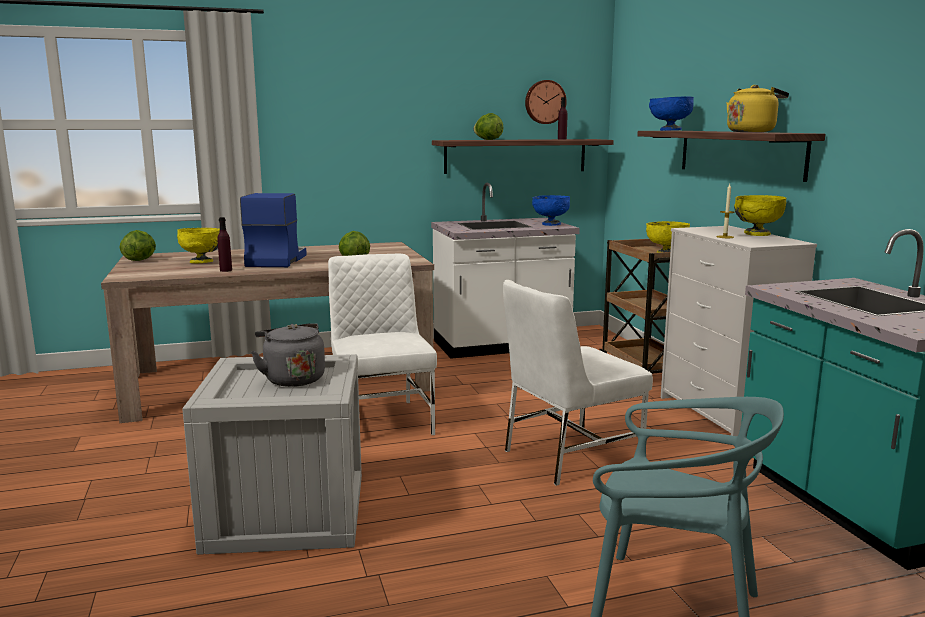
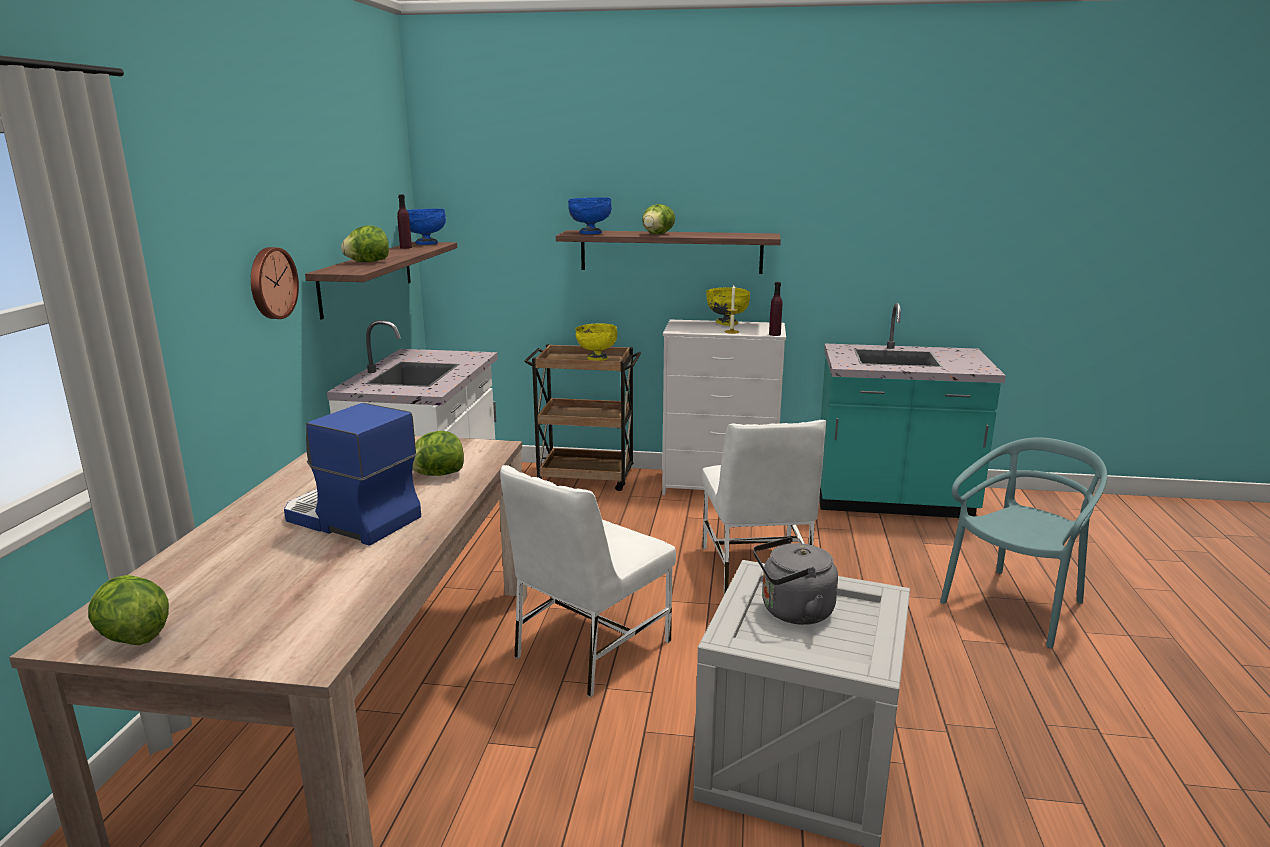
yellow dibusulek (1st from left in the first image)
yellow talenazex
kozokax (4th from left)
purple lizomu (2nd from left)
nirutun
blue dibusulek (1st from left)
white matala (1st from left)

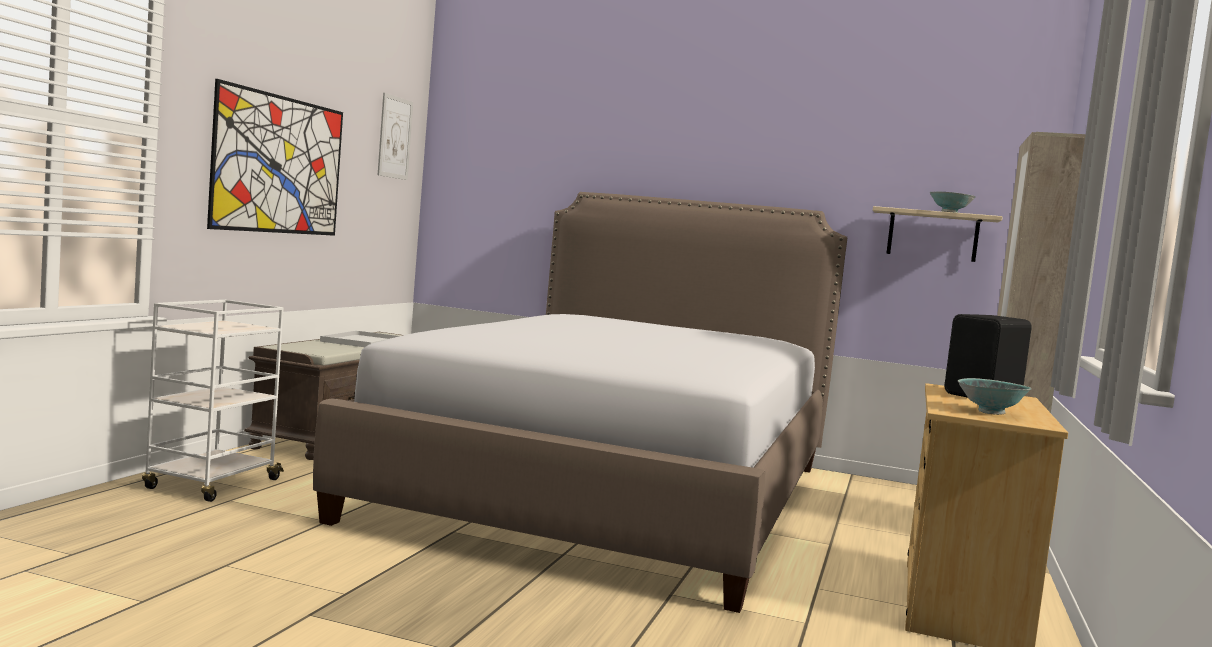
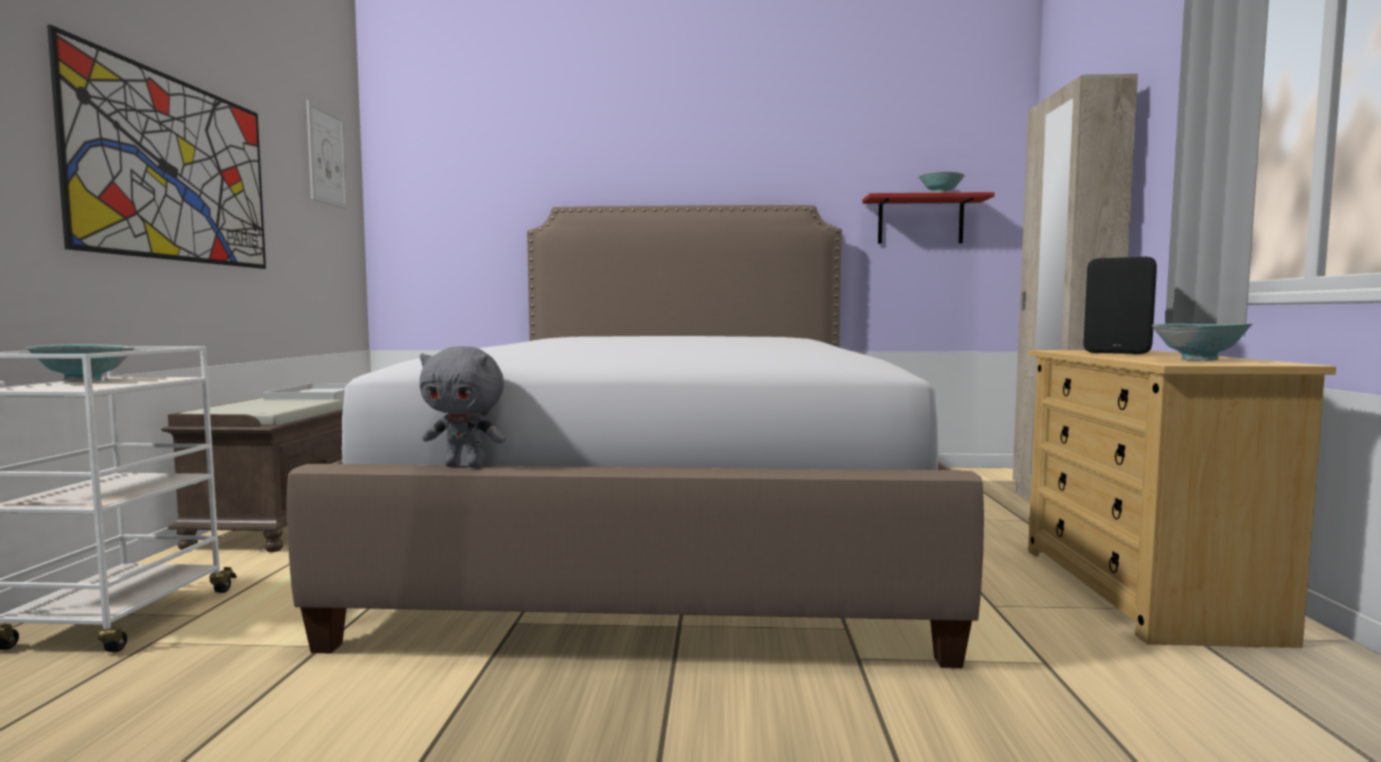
dibusulek (1st from left)
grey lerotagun
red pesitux

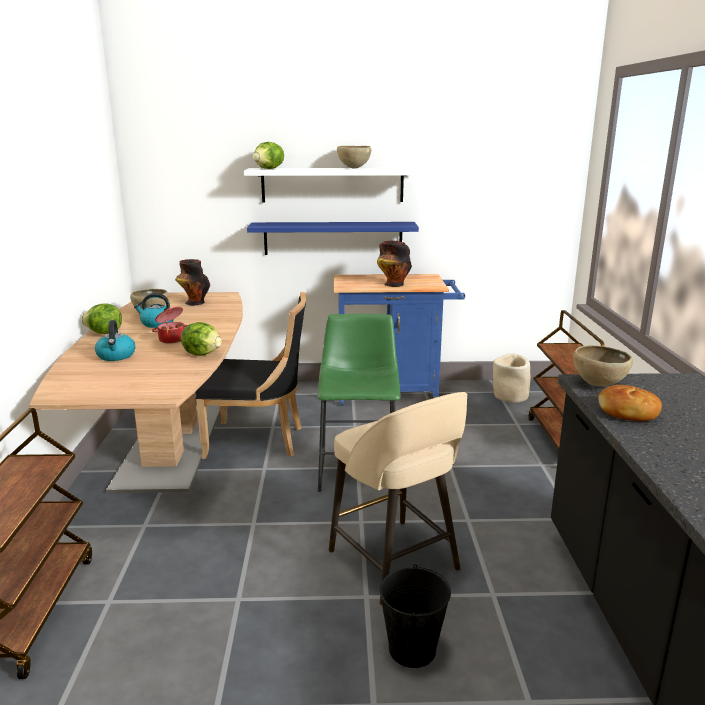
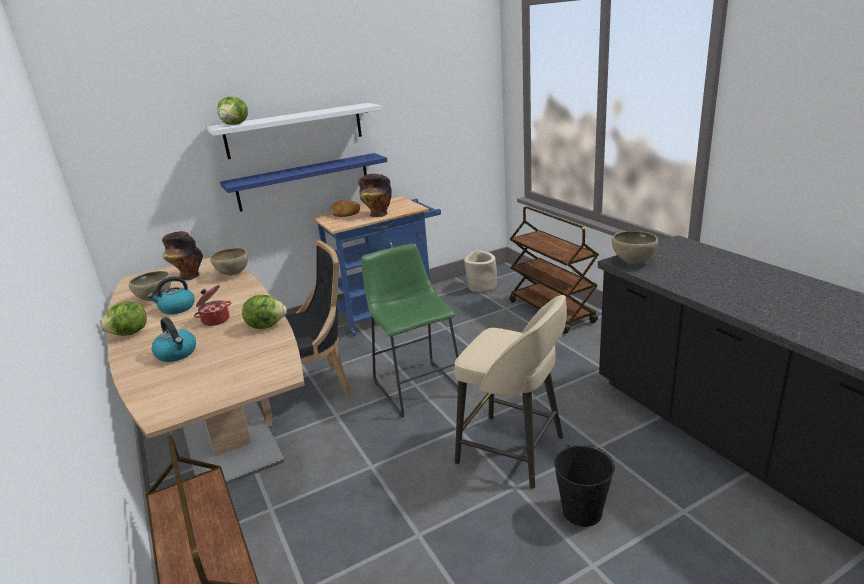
brown dibusulek (2nd from left)
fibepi

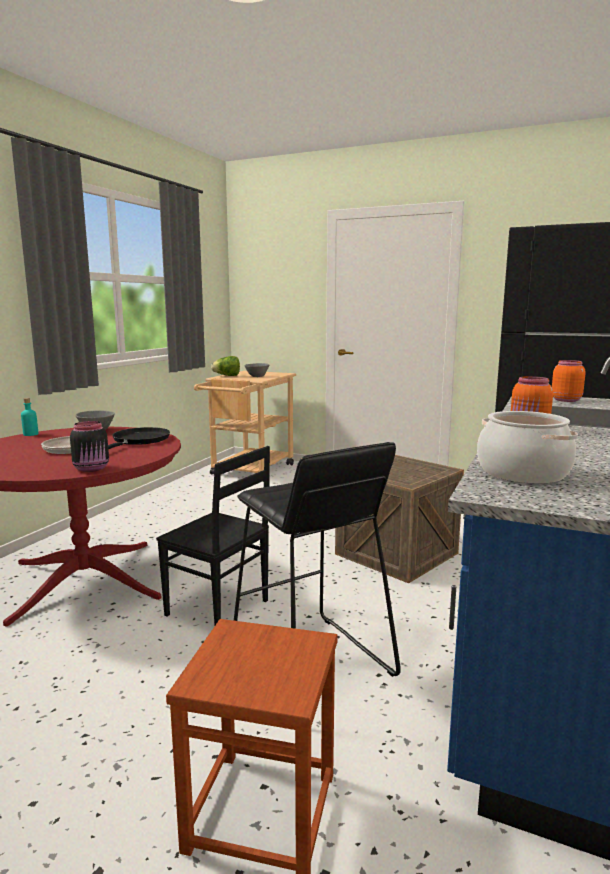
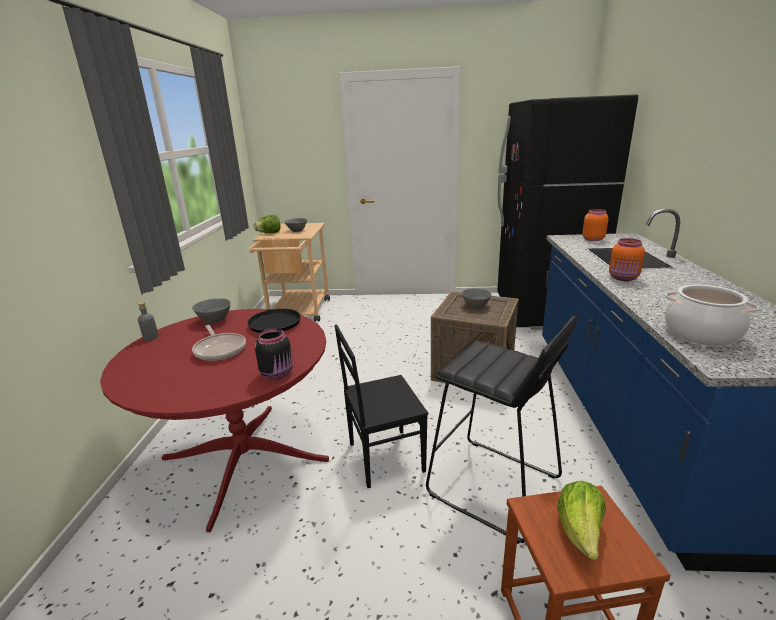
grey dibusulek (3rd from left)
kozokax (2nd from left)
grey lizomu
black matala

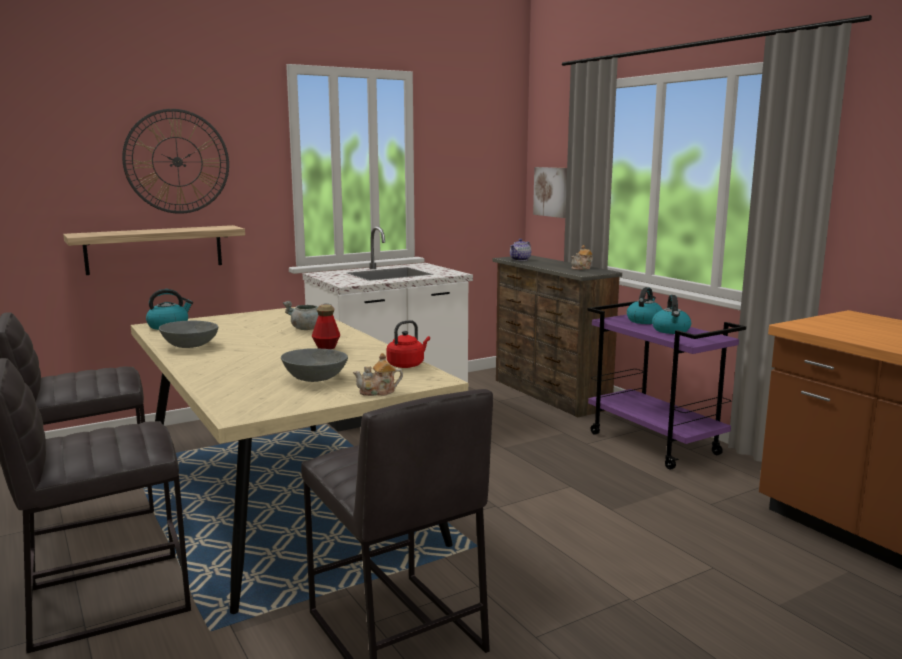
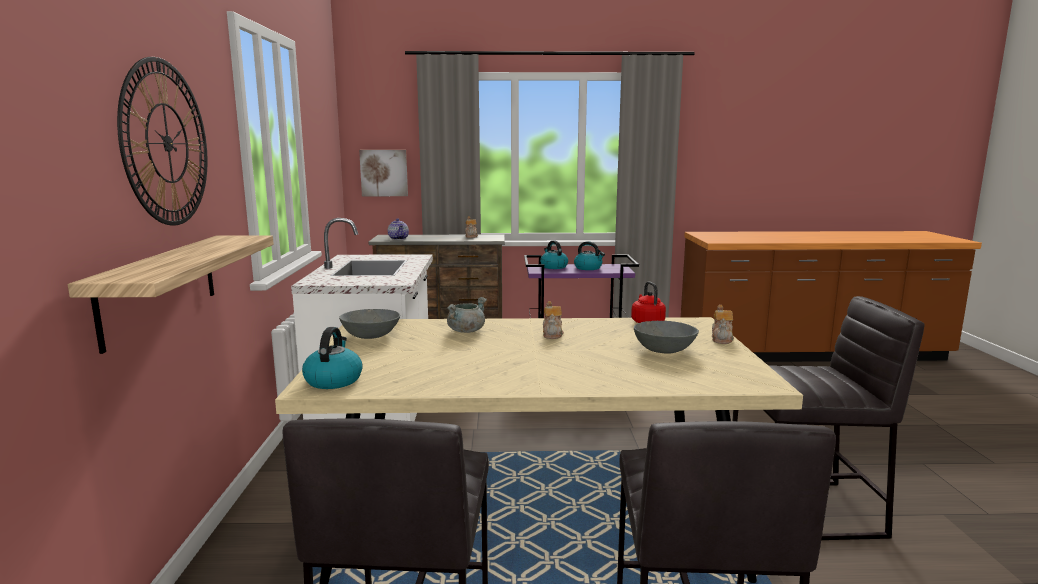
grey dibusulek (1st from left)
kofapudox (3rd from left)

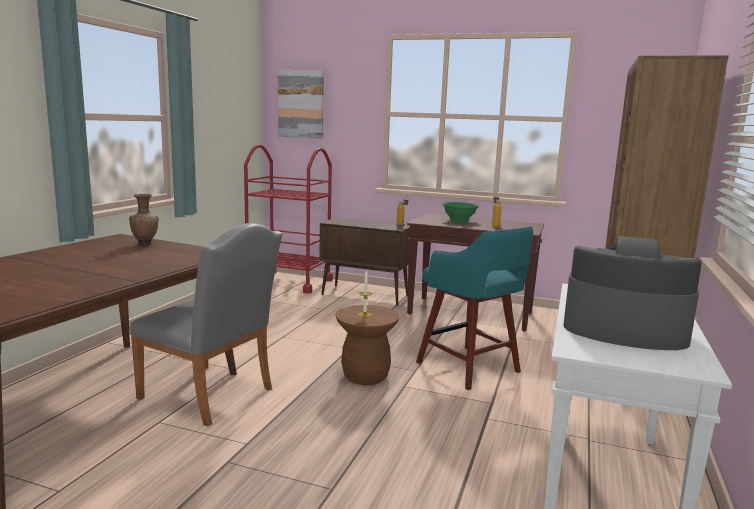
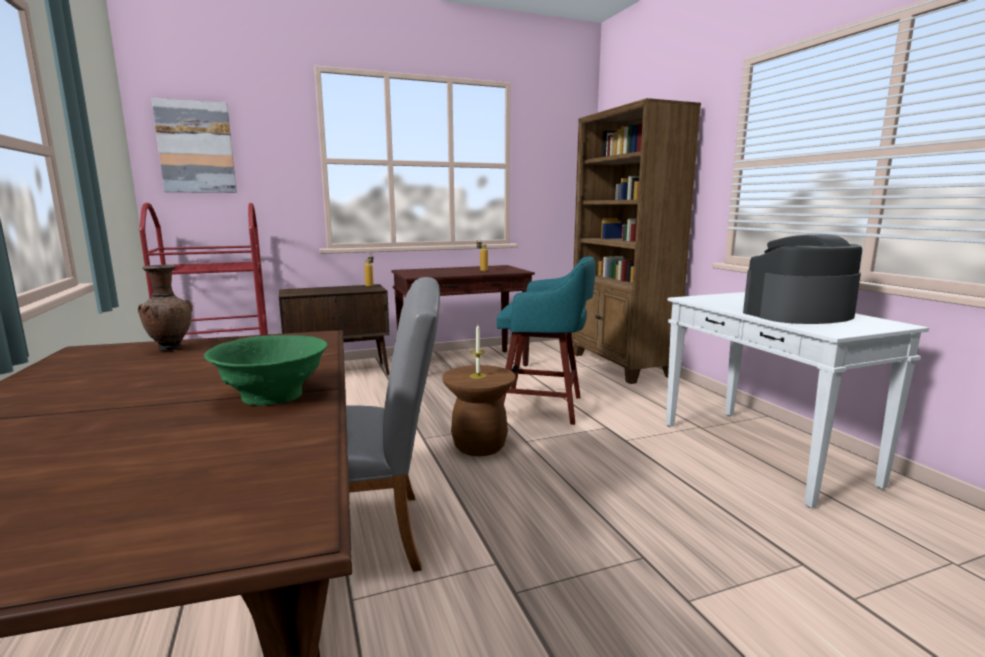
green dibusulek

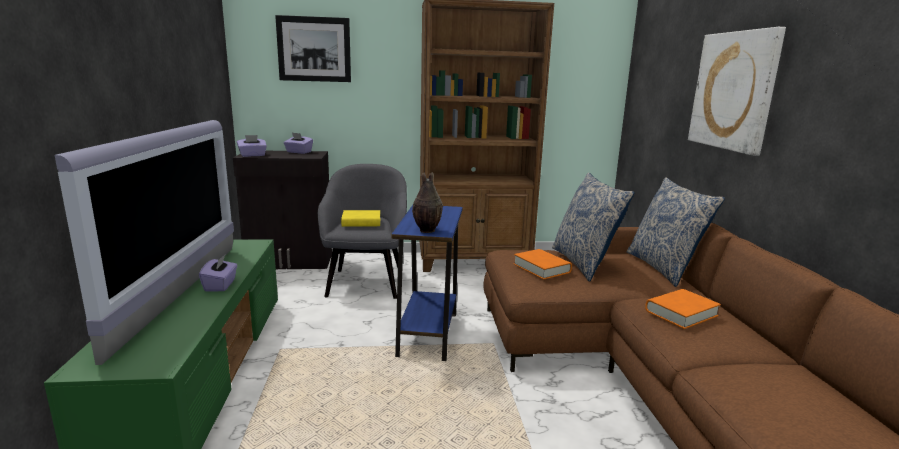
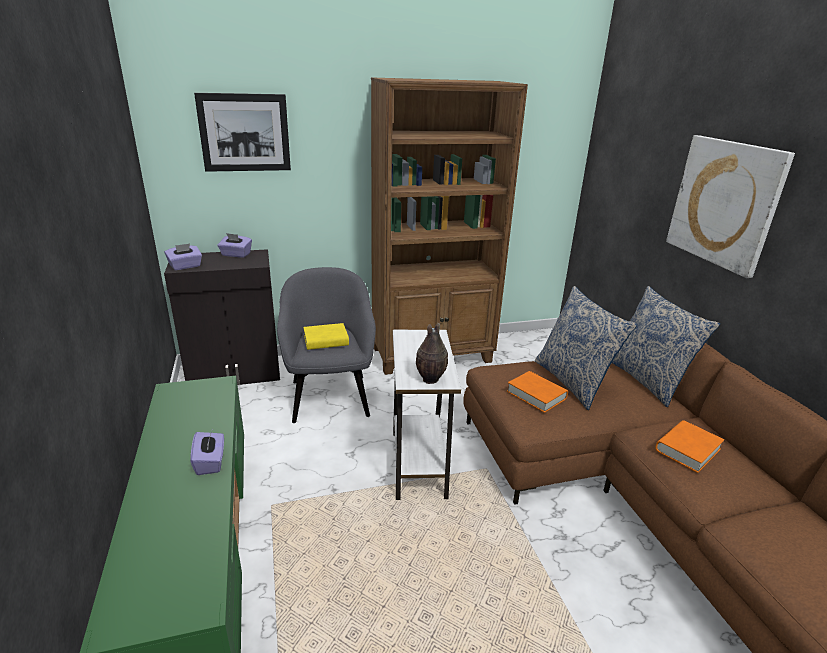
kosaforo
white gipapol

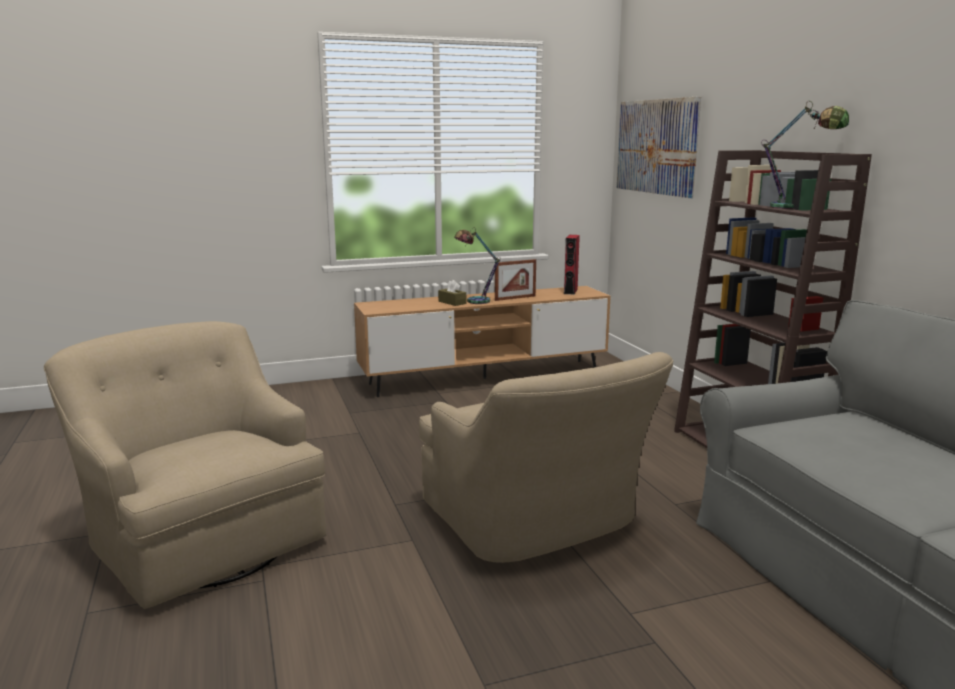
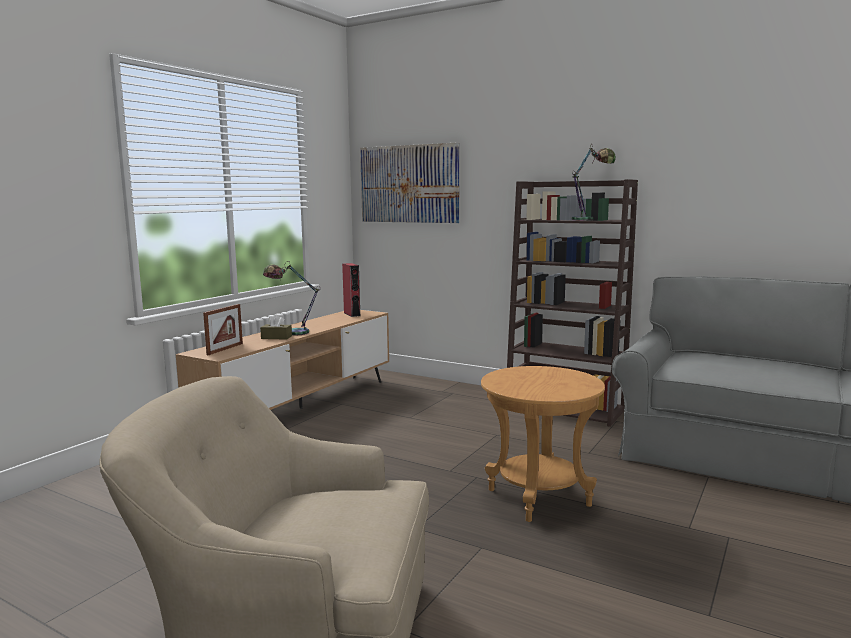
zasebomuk
brown gipapol

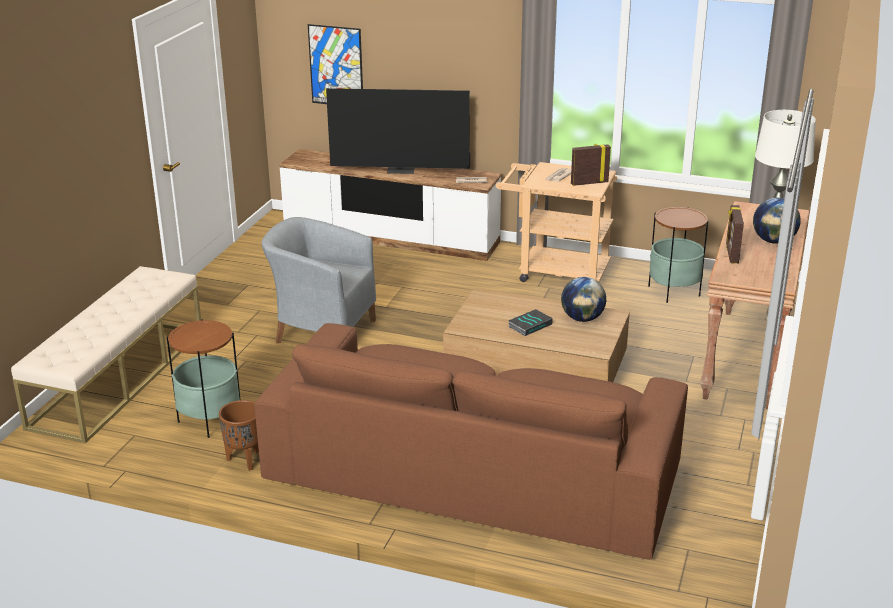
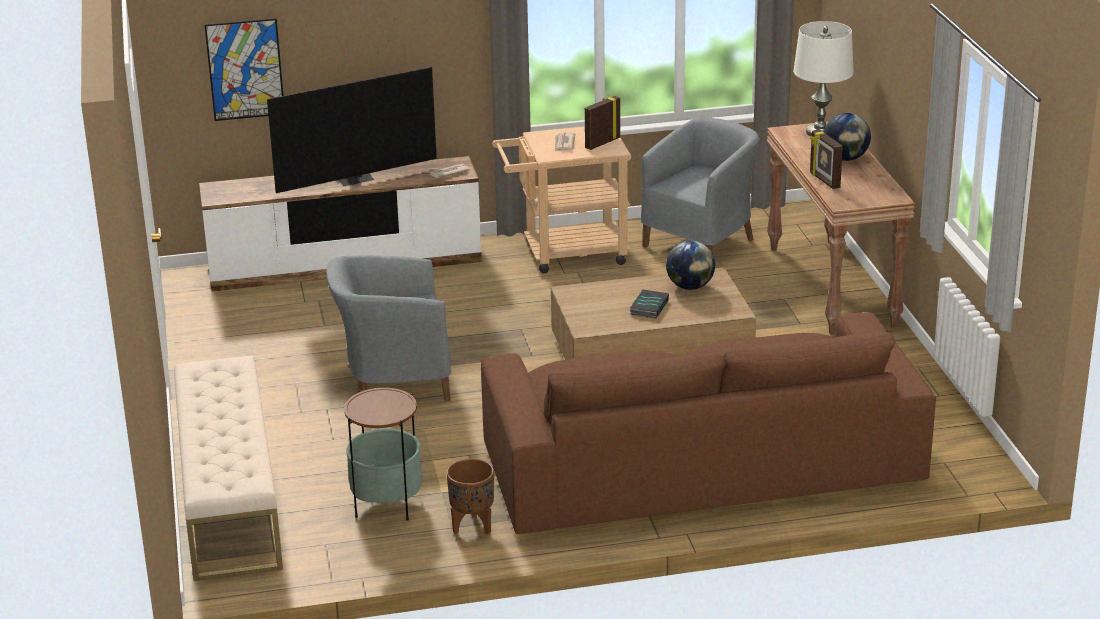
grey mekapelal (2nd from left)

